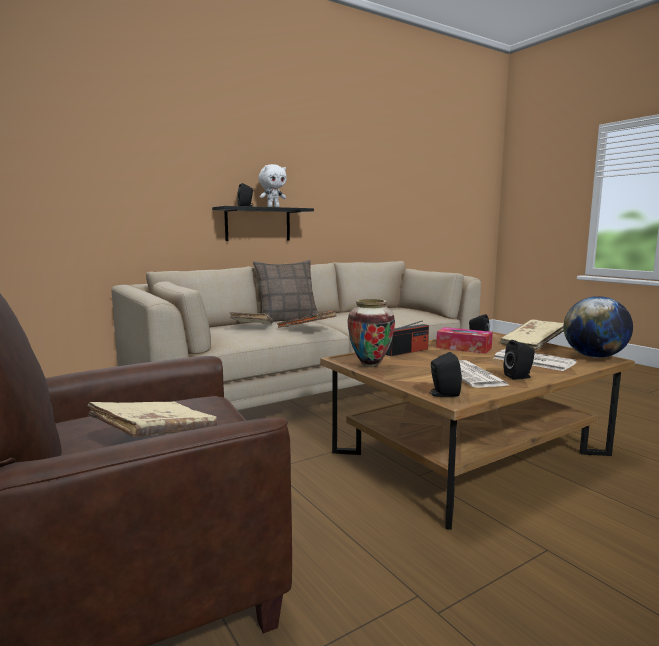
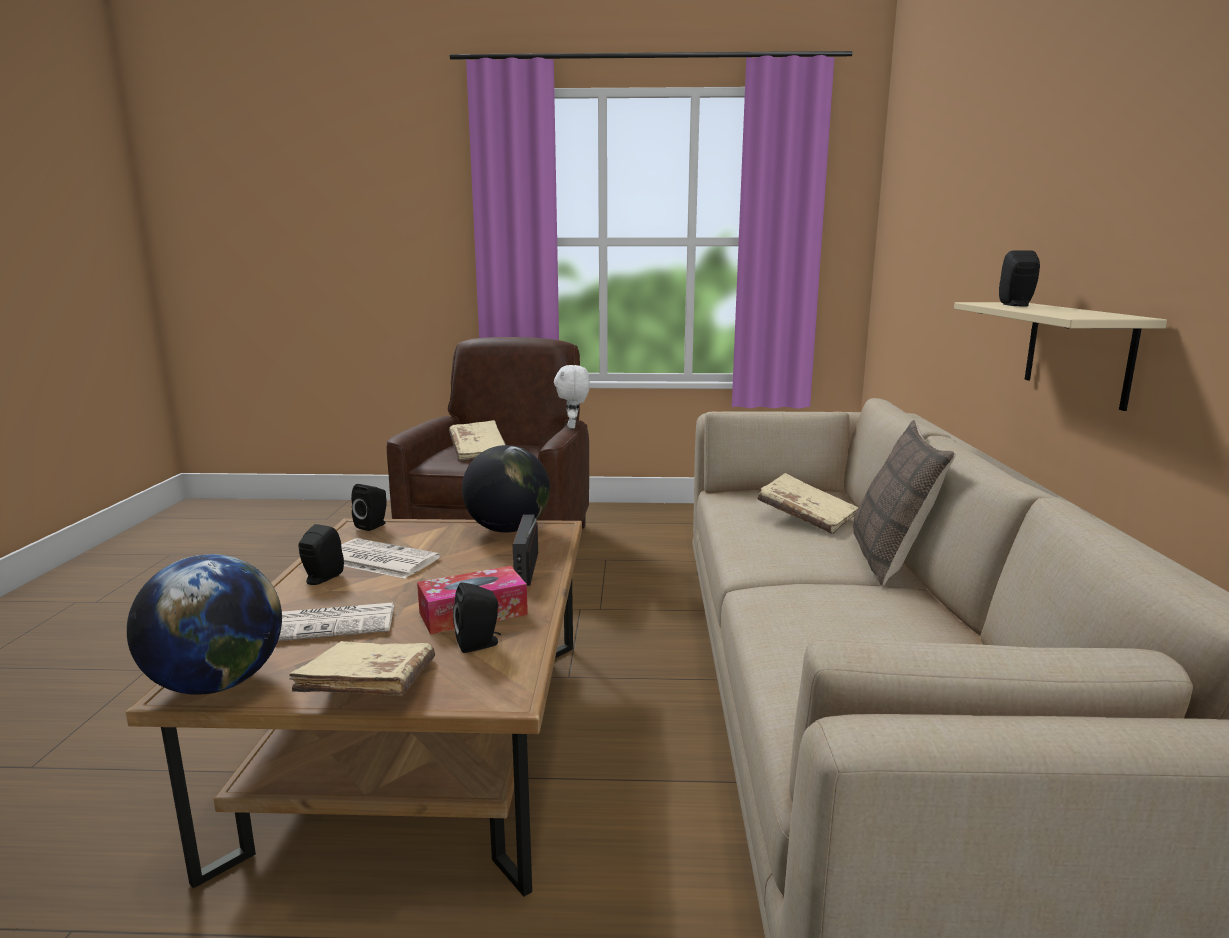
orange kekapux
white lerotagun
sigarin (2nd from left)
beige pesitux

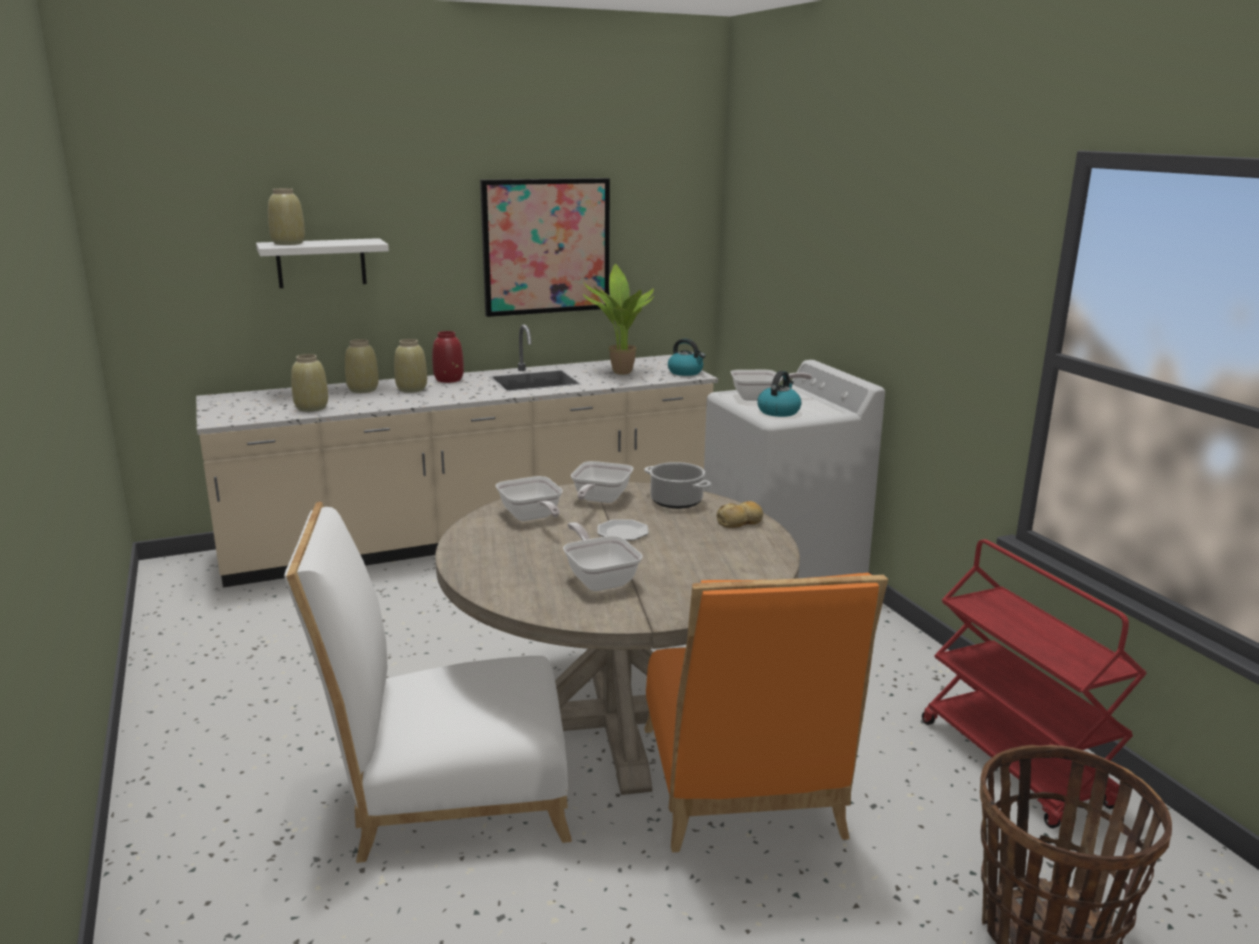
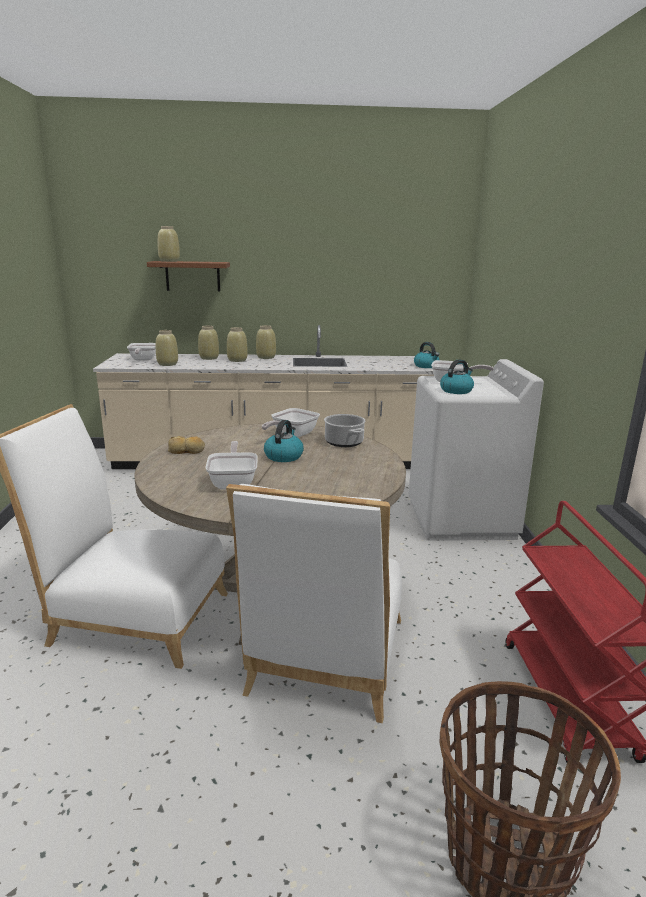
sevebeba
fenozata
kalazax (1st from left)
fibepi
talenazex (1st from left)
brown pesitux
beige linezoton (5th from left)
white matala (2nd from left)

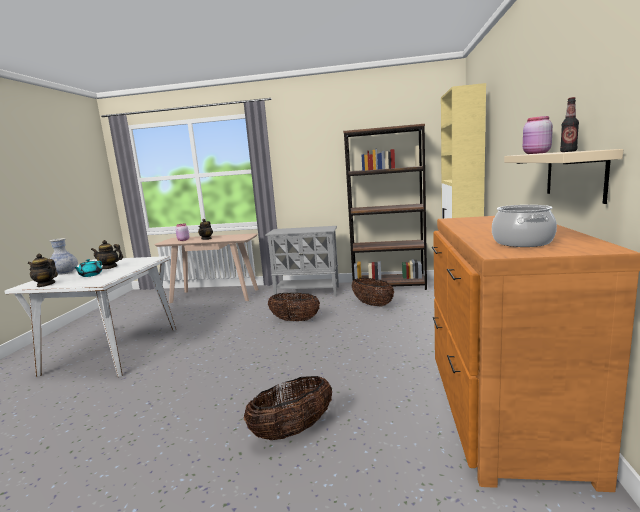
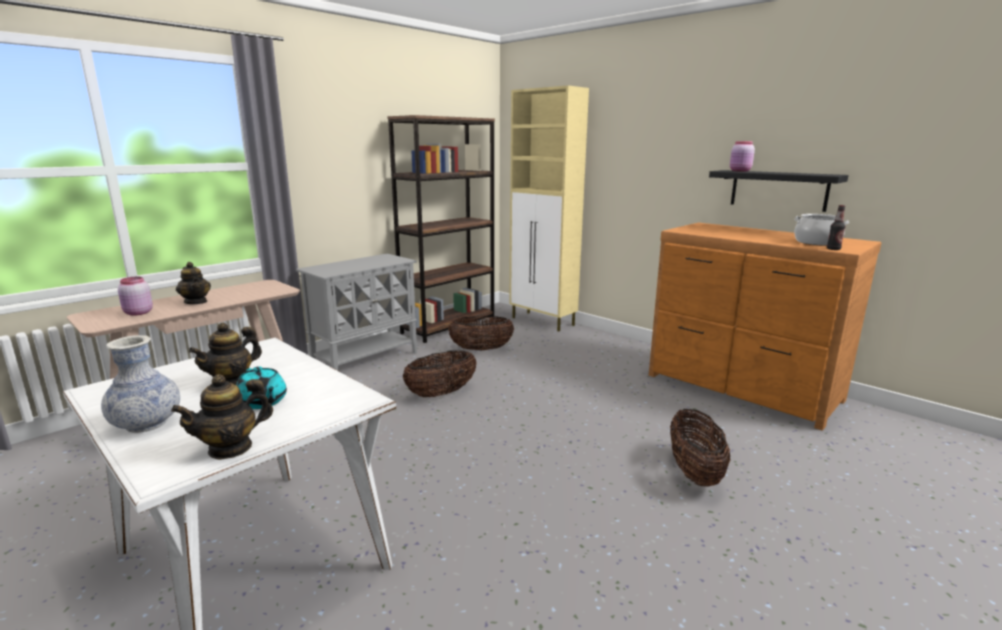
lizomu
black pesitux

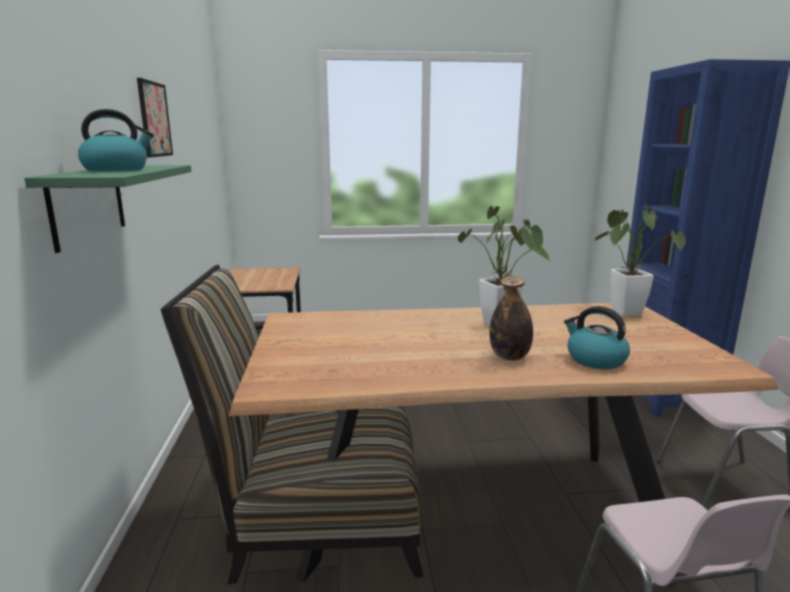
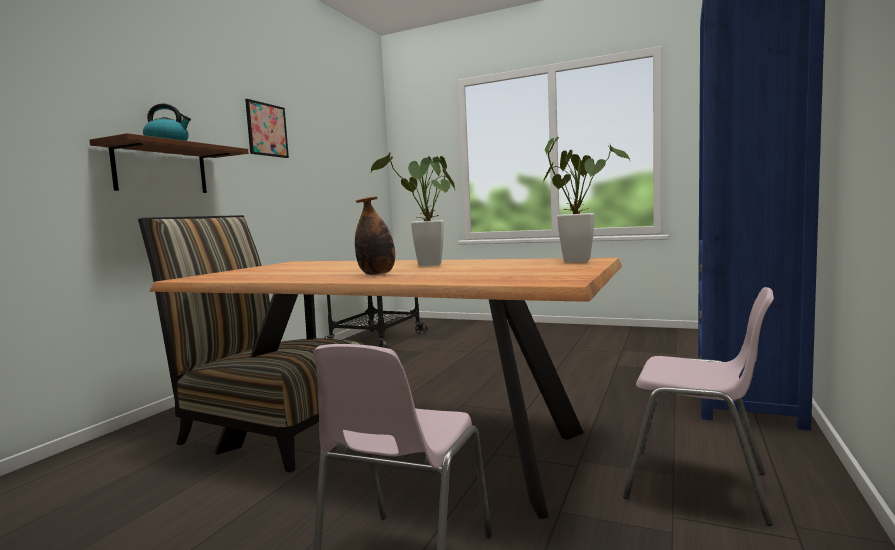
talenazex (2nd from left in the first image)
brown pesitux

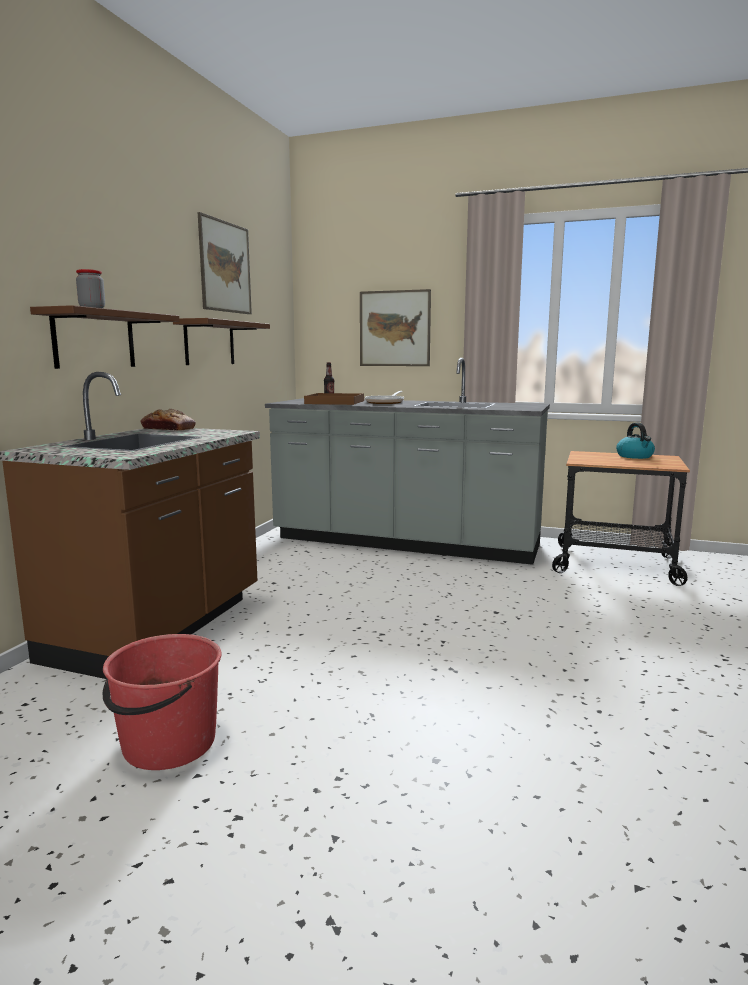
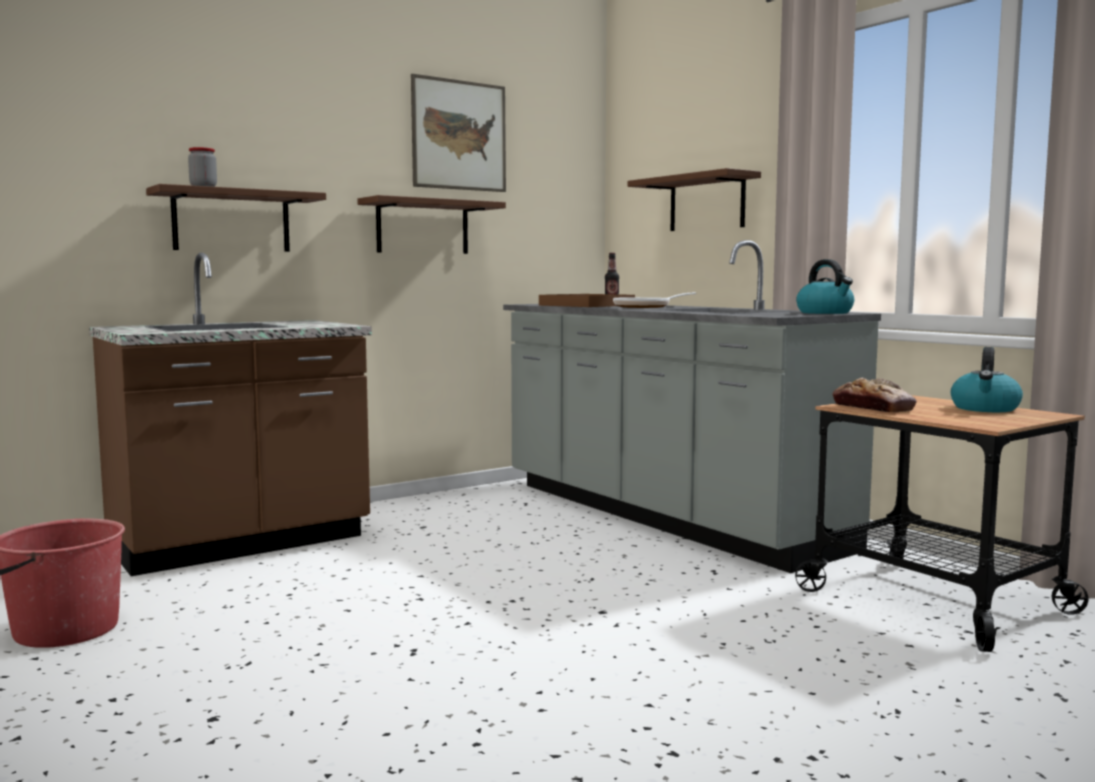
talenazex (1st from left)
fibepi
brown pesitux (3rd from left)

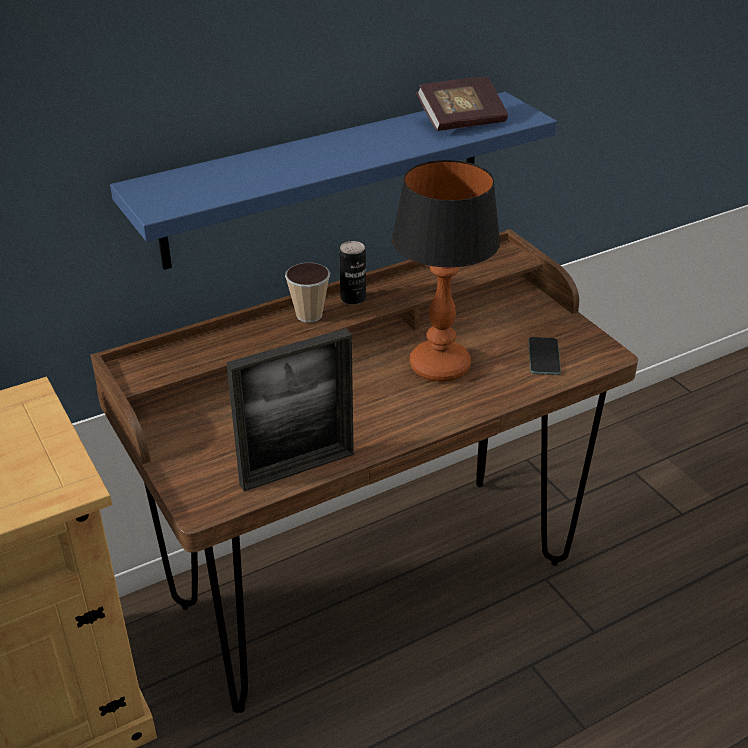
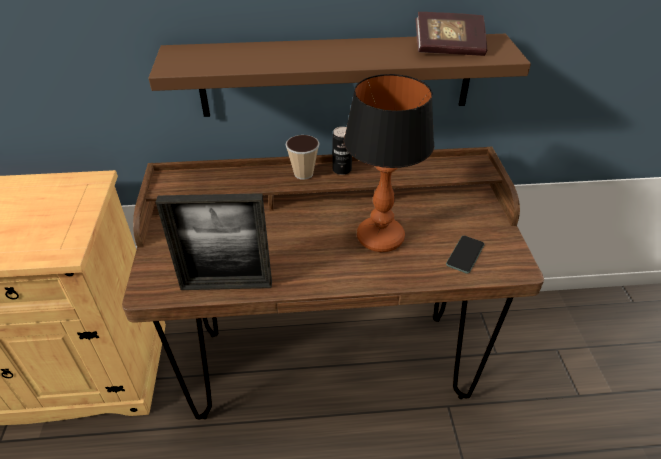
brown pesitux

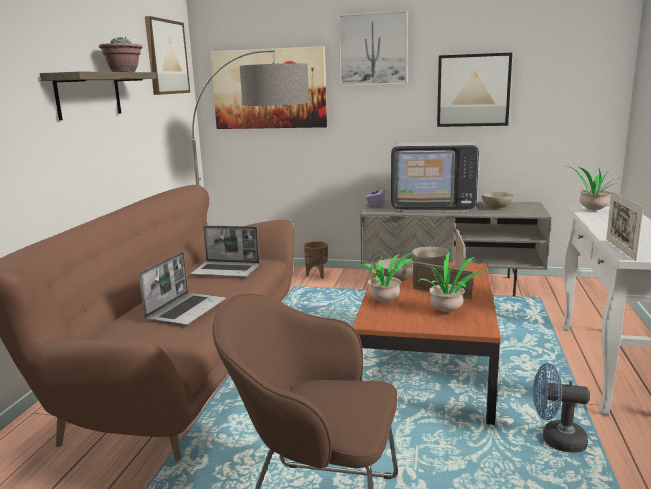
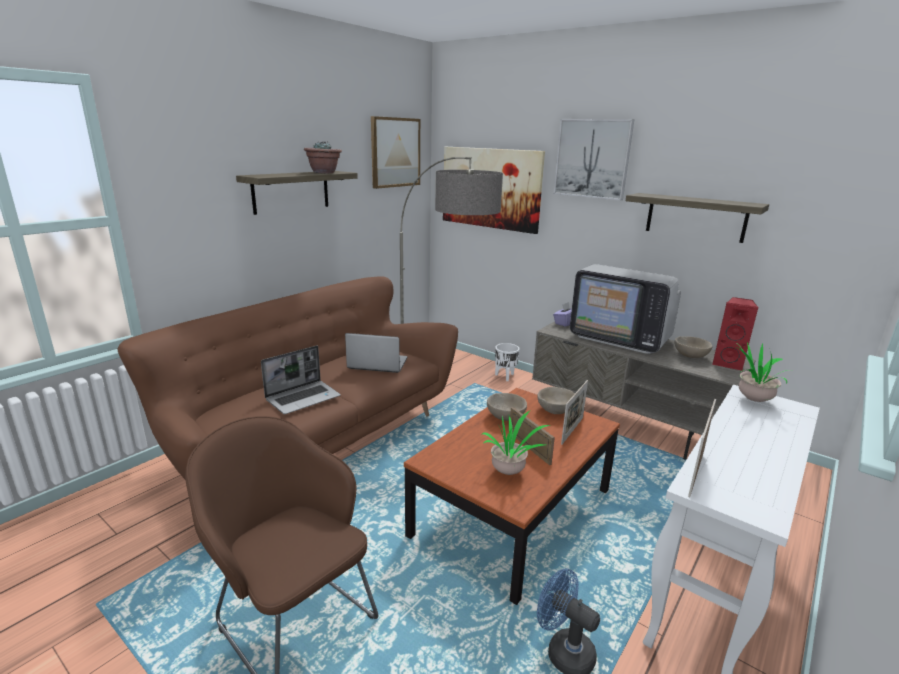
fenozata (2nd from left in the first image)
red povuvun
pesitux (2nd from left)
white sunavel
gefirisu (2nd from left)

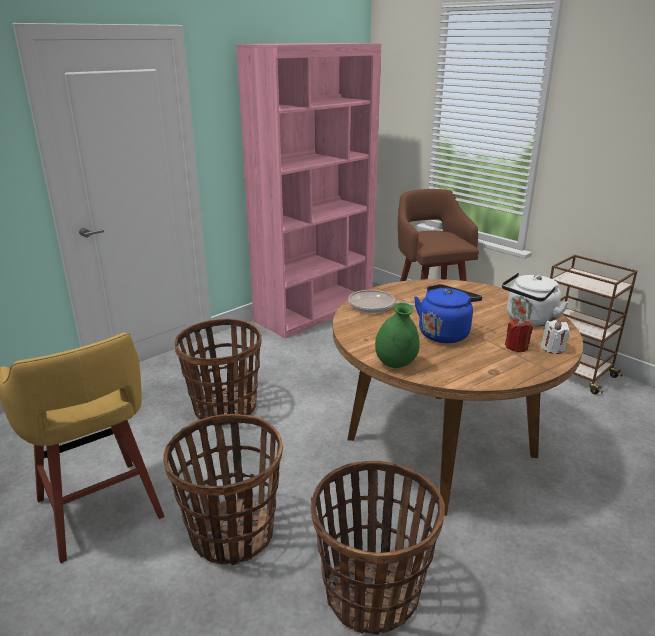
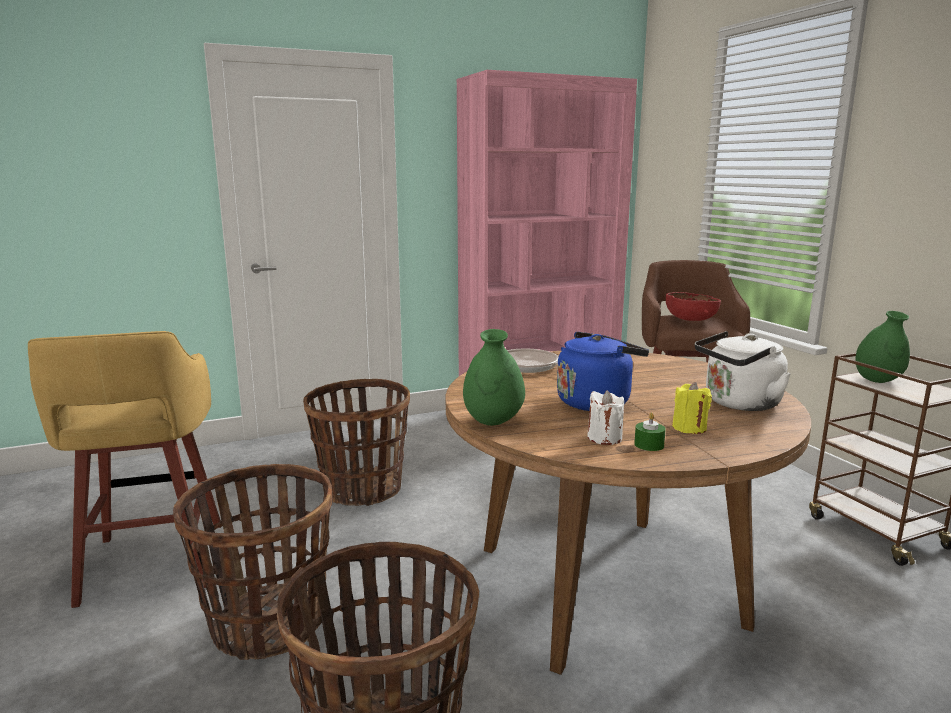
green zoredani
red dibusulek
green linezoton (2nd from left)
white zoredani
yellow zoredani

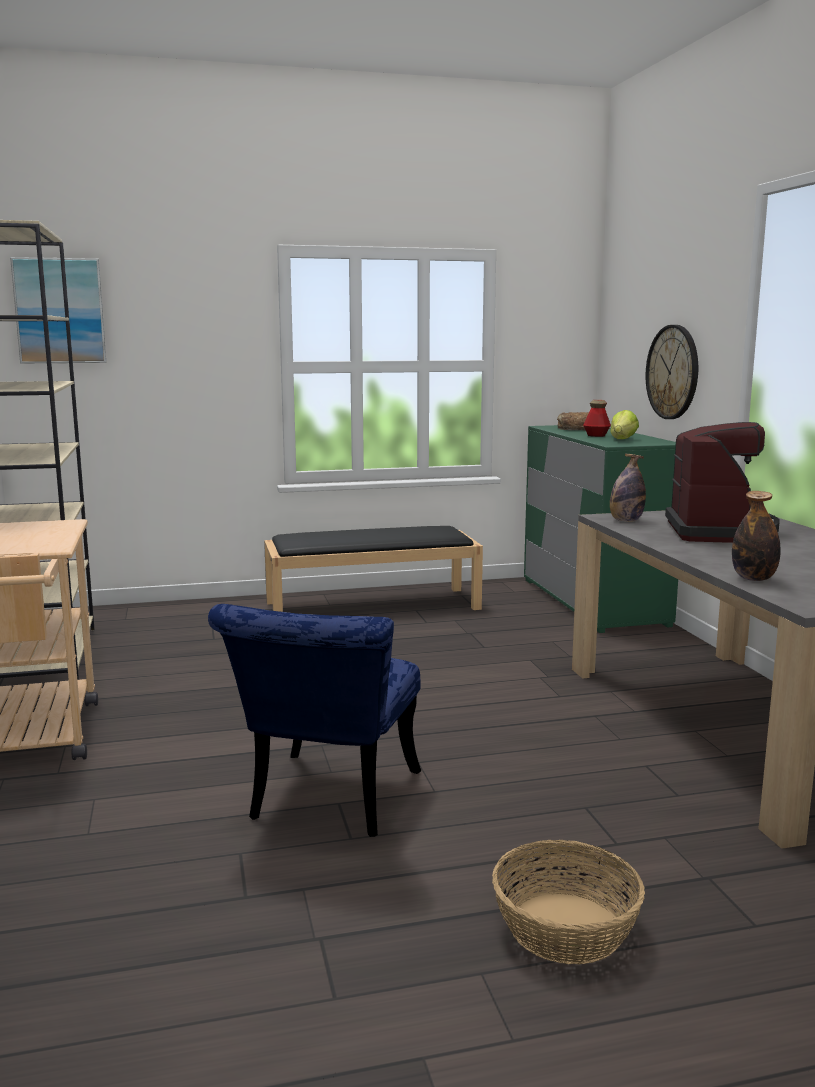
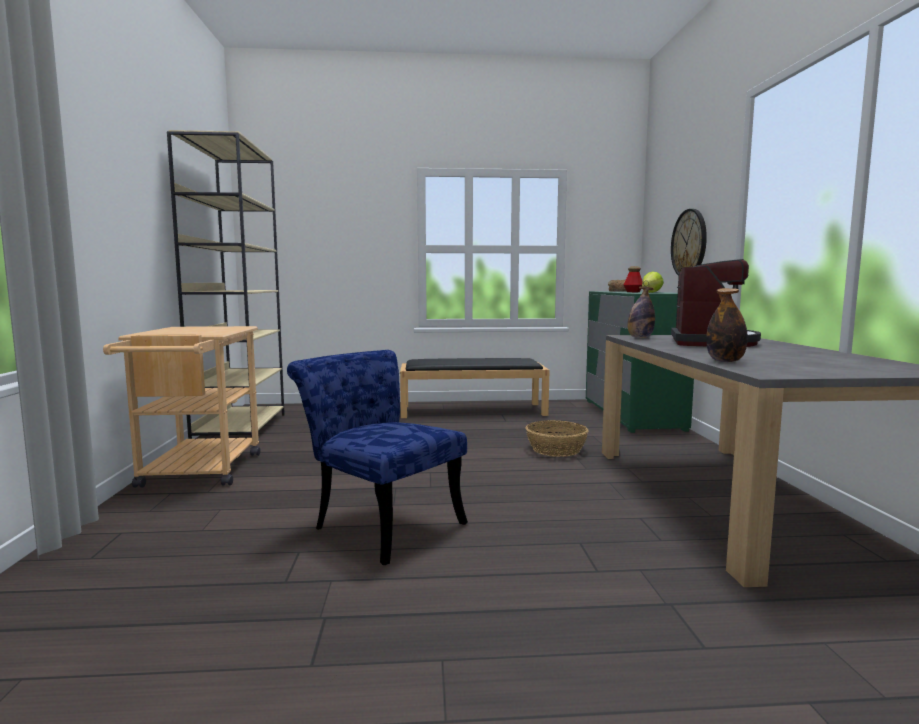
sevebeba
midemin
blue matala

